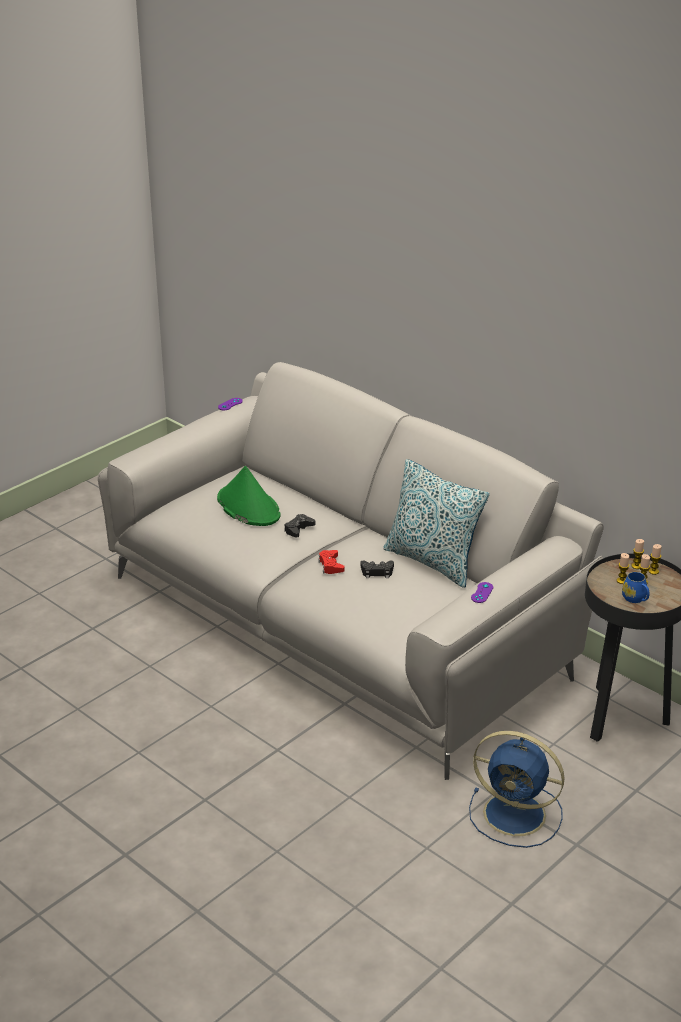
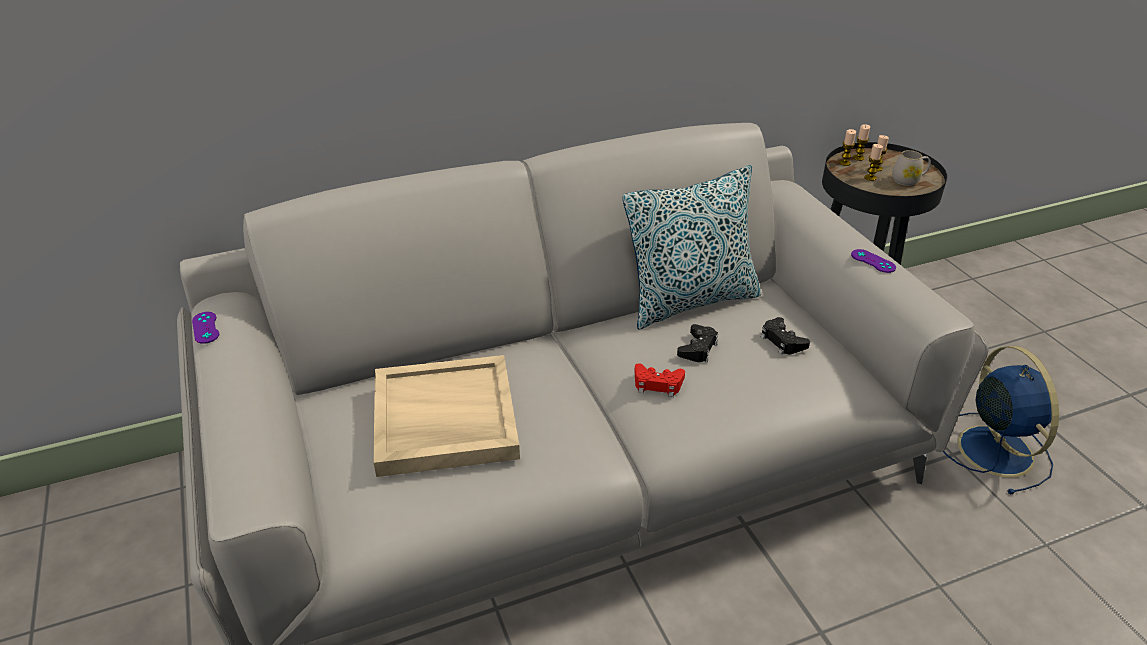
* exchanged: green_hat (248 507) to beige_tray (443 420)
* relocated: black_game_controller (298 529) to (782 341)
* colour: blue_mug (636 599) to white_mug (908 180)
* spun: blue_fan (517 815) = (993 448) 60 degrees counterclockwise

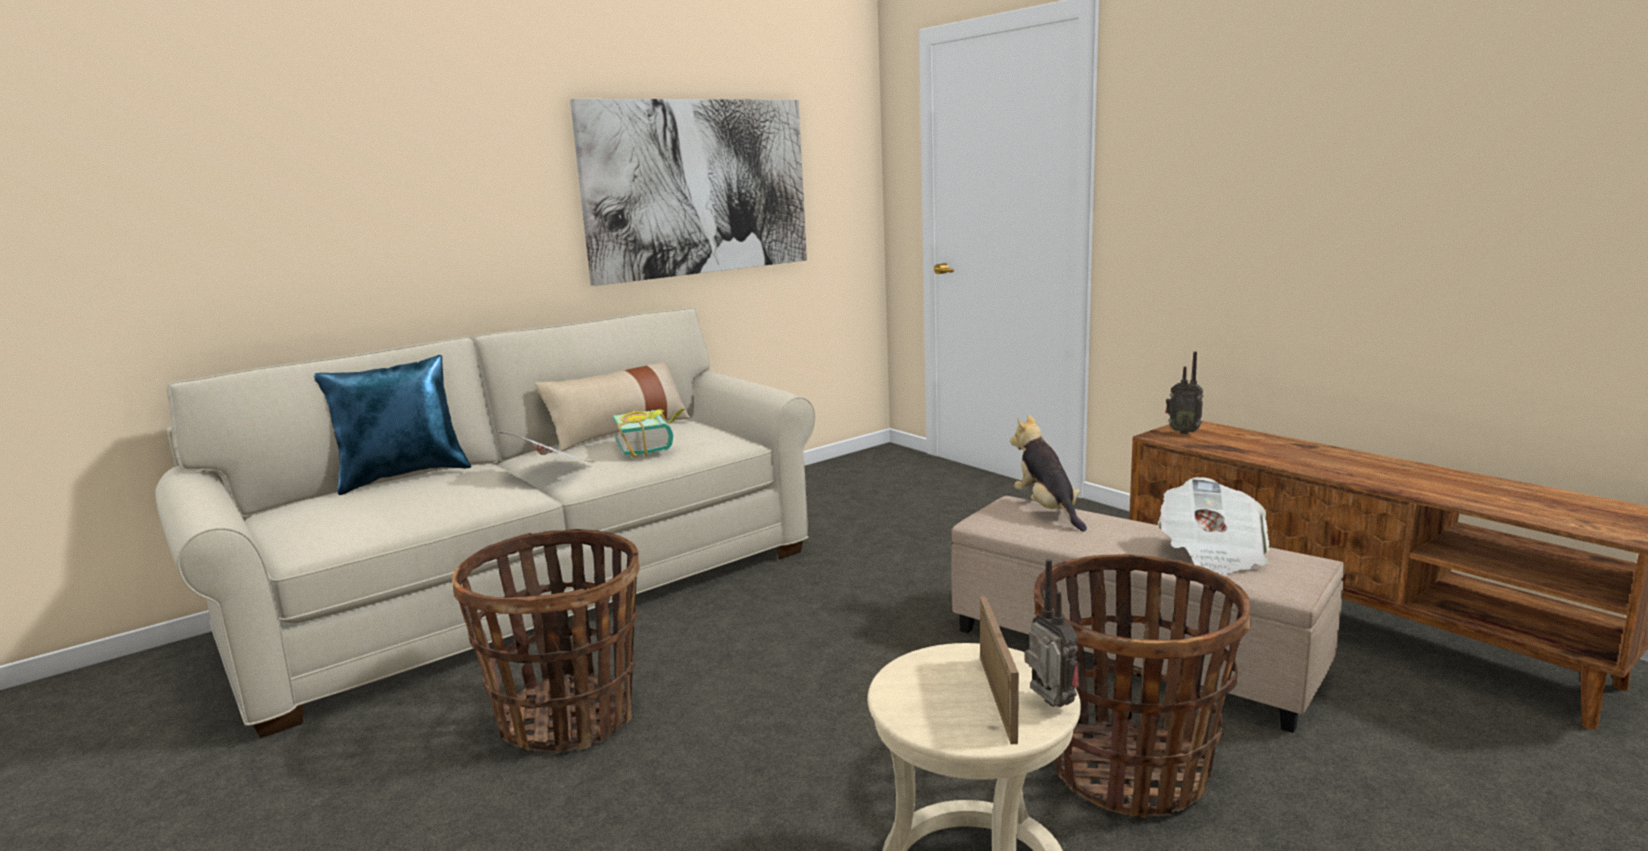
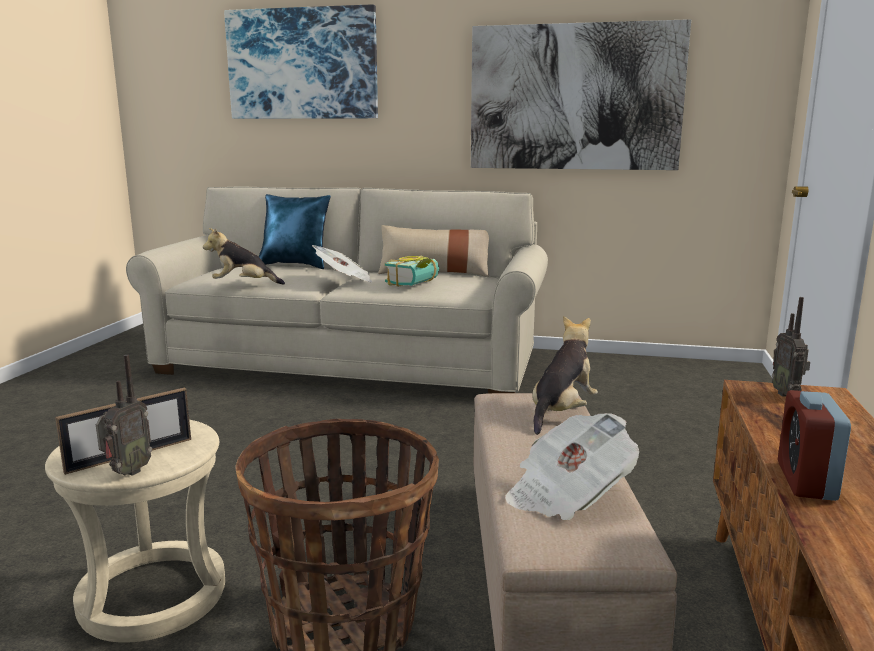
* missing: basket (568 718)
* appeared: picture (302 64)
* appeared: plush_toy (244 284)
* appeared: alarm_clock (806 481)

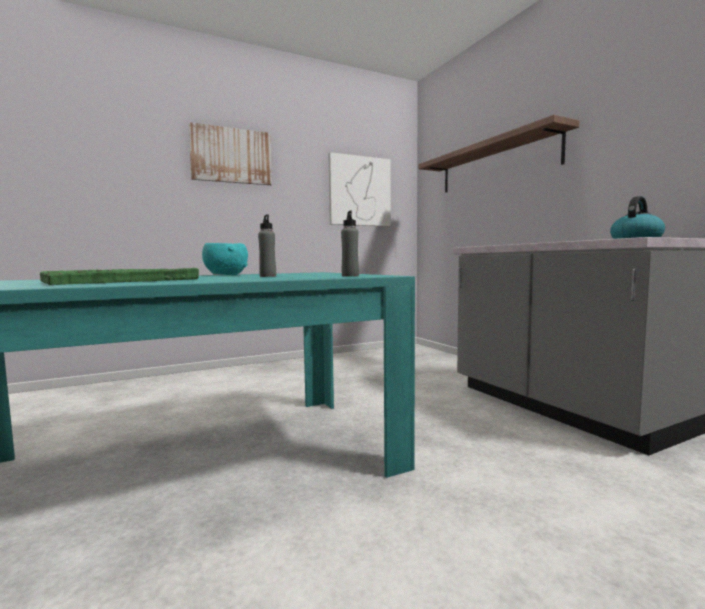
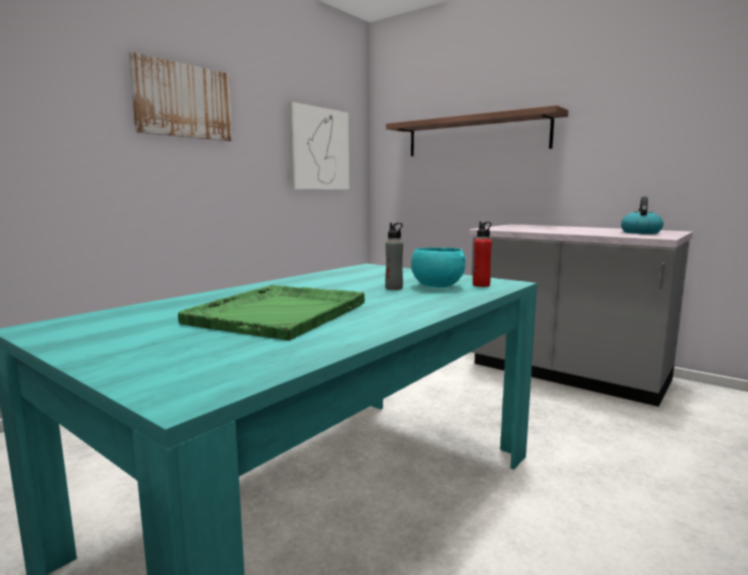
* colour: grey_bottle (350 276) to red_bottle (481 285)
* relocated: turquoise_bowl (226 275) to (436 286)

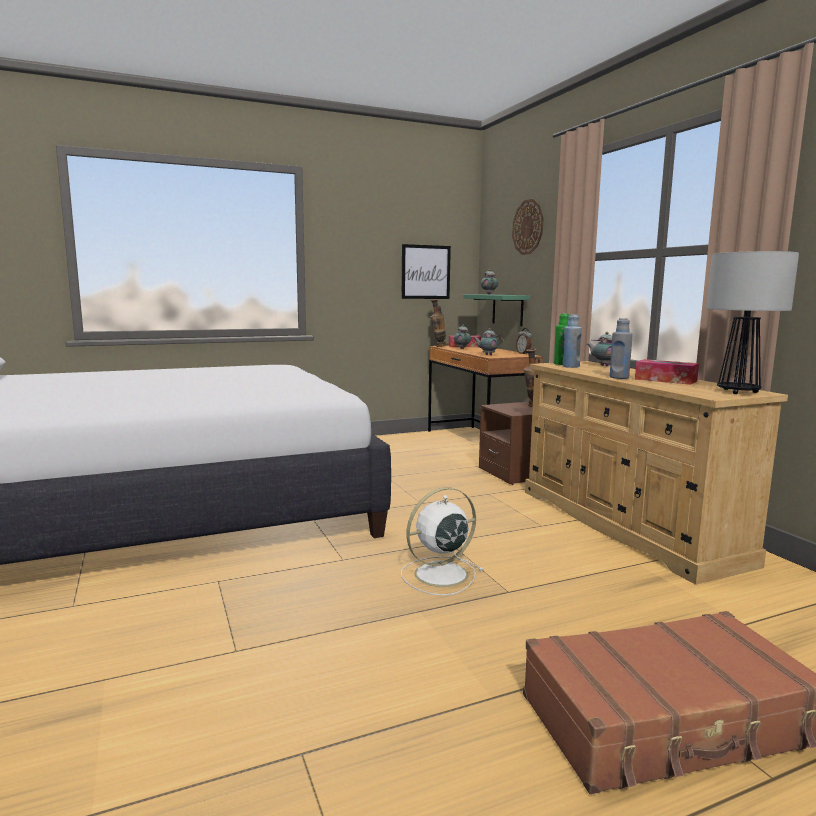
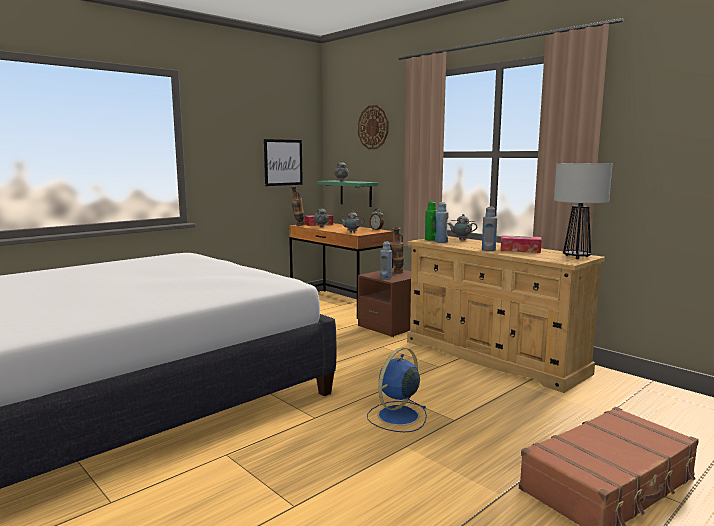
* colour: white_fan (439 575) to blue_fan (397 416)
* appeared: blue_bottle (386 277)

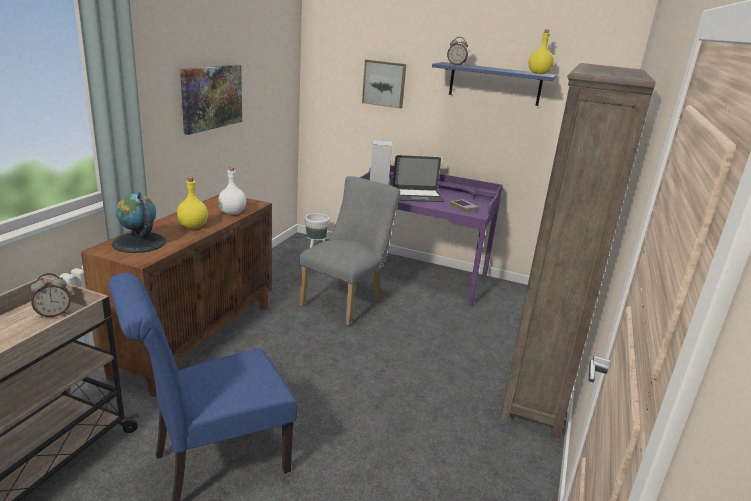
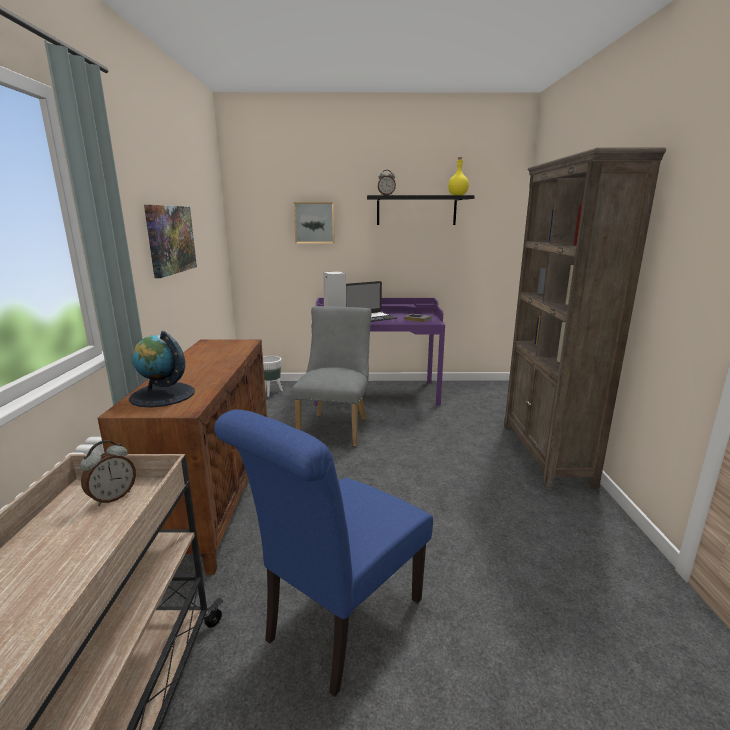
* colour: blue_shelf (495 84) to black_shelf (416 210)
* missing: white_bottle (233 213)
* missing: yellow_bottle (192 226)

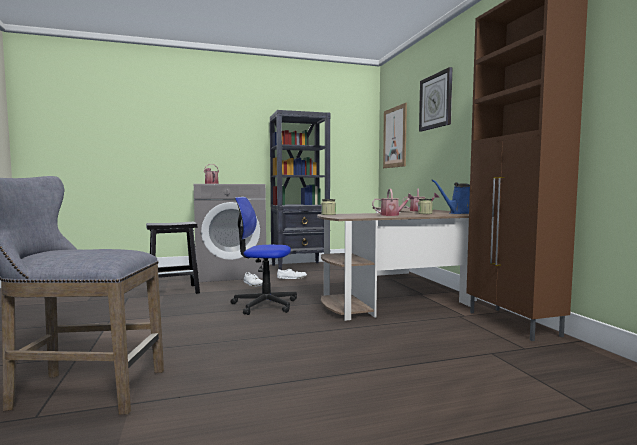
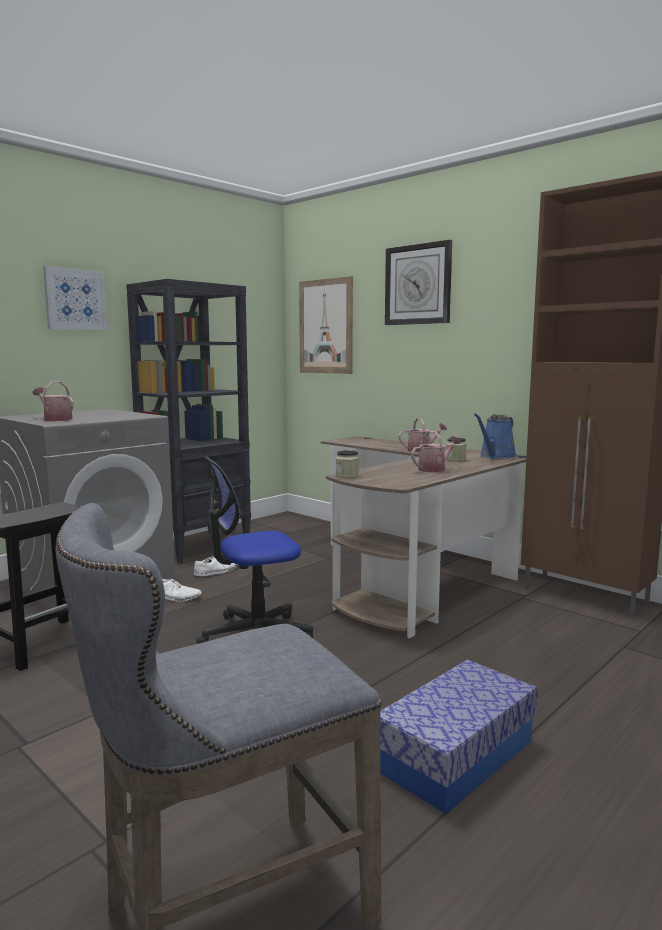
* appeared: picture (75 299)
* appeared: storage_box (456 756)

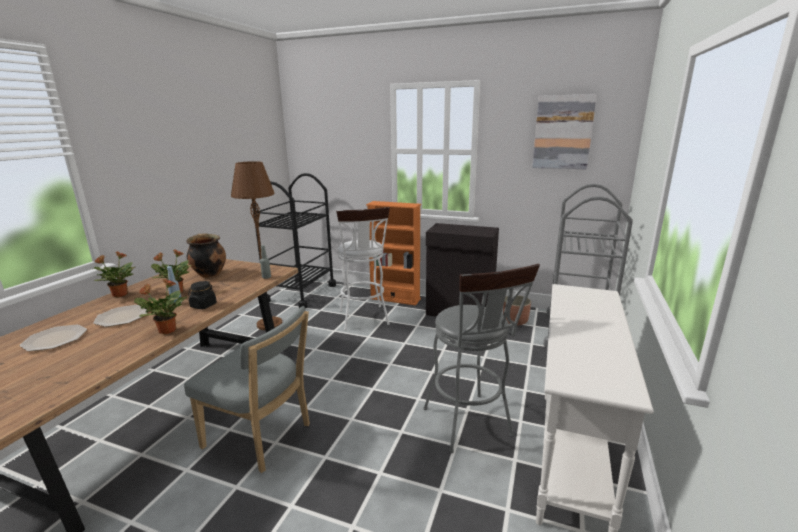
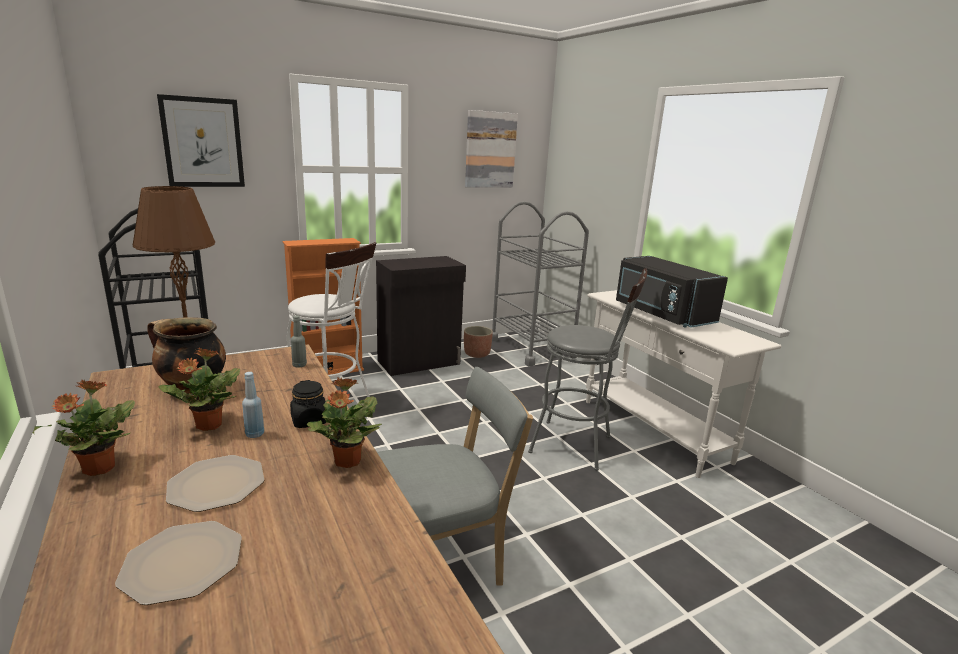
* appeared: picture (203 142)
* appeared: black_microwave (660 314)

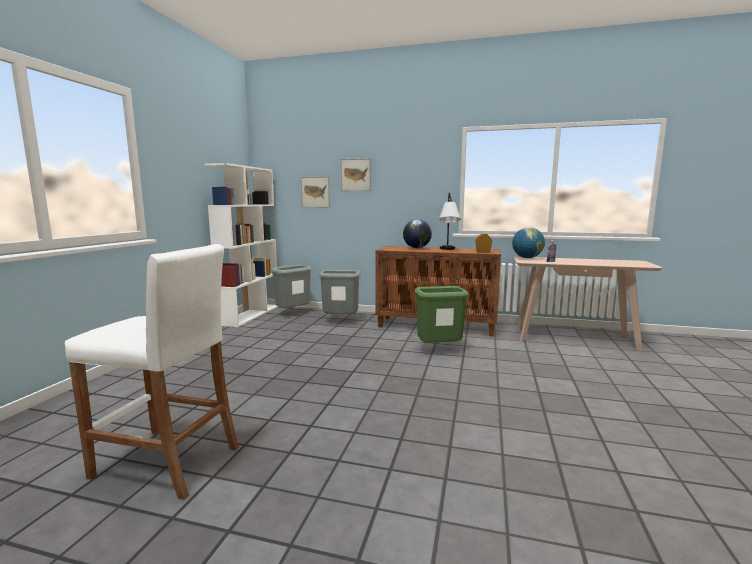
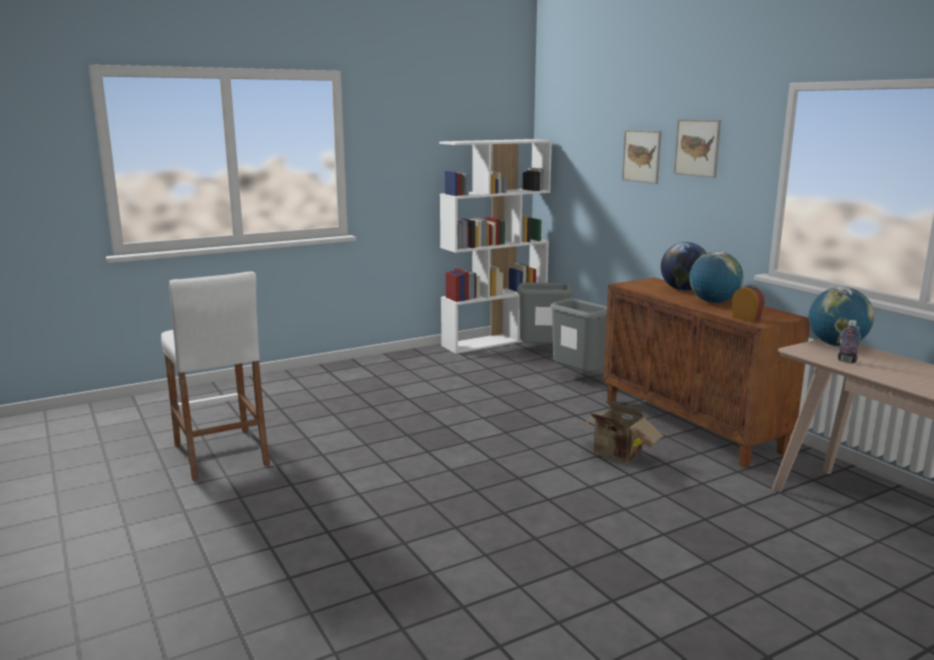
* relocated: picture (315 192) to (697 147)
* exchanged: table_lamp (447 250) to globe (713 302)
* exchanged: green_trash_can (439 350) to cardboard_box (617 455)

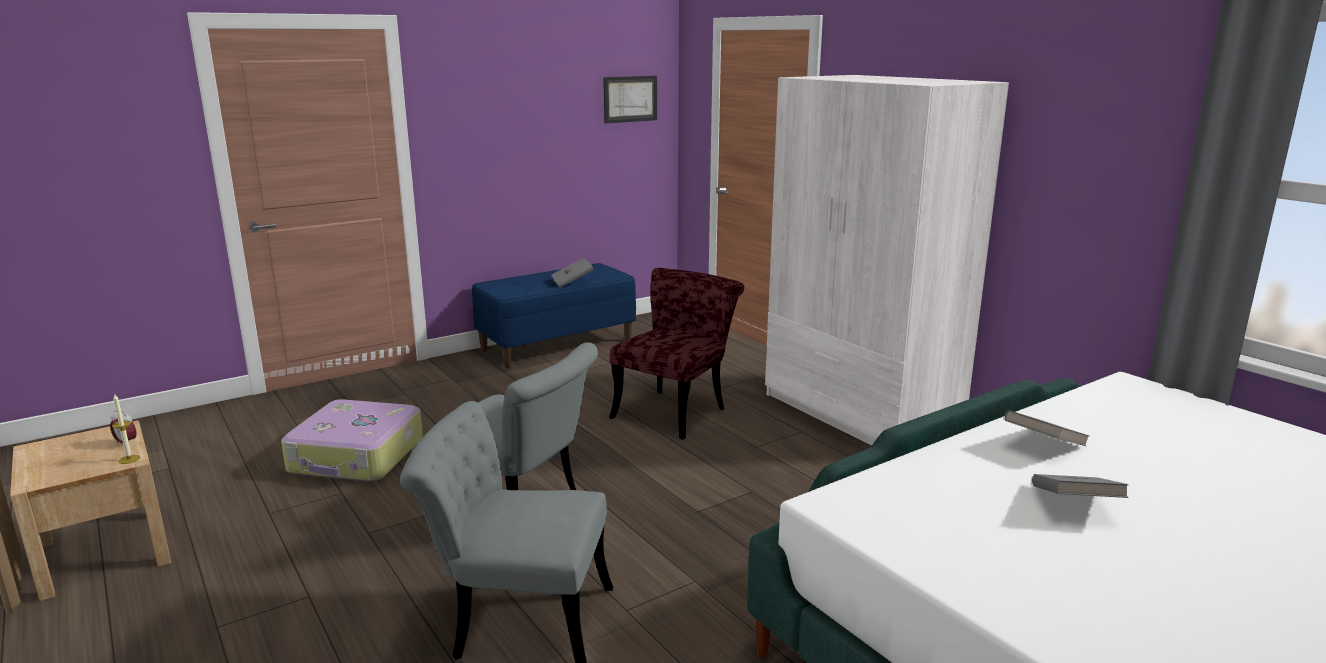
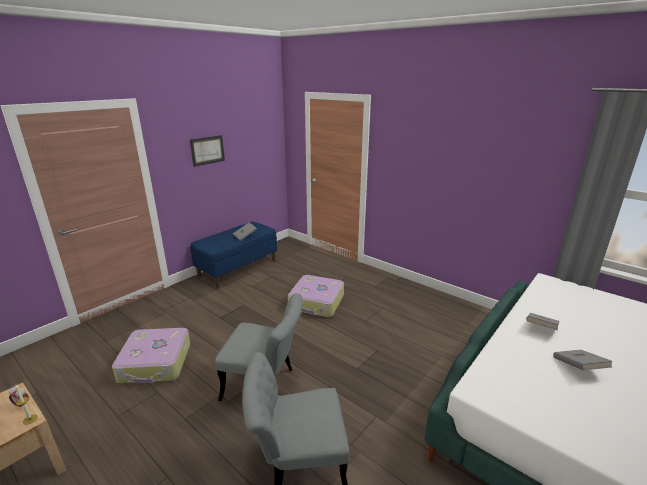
* missing: white_wardrobe (859 413)
* relocated: picture (630 99) to (207 150)
* exchanged: red_chair (676 409) to suitcase (316 303)

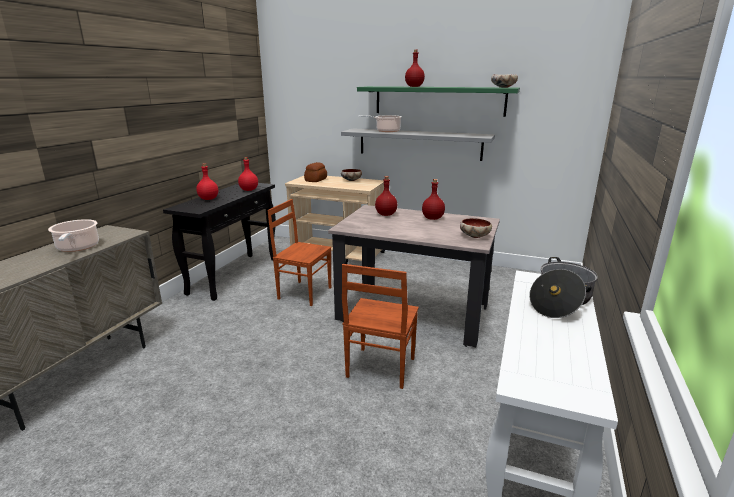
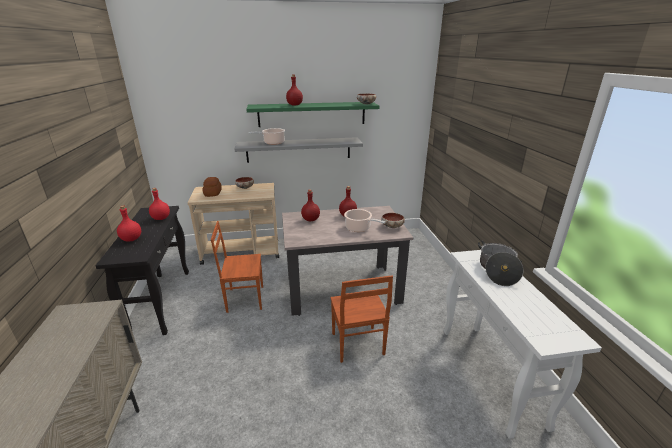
* relocated: cooking_pot (77 247) to (359 228)

